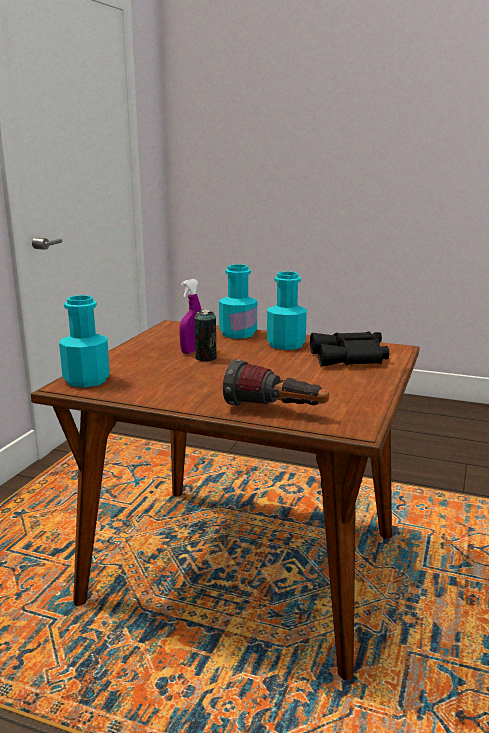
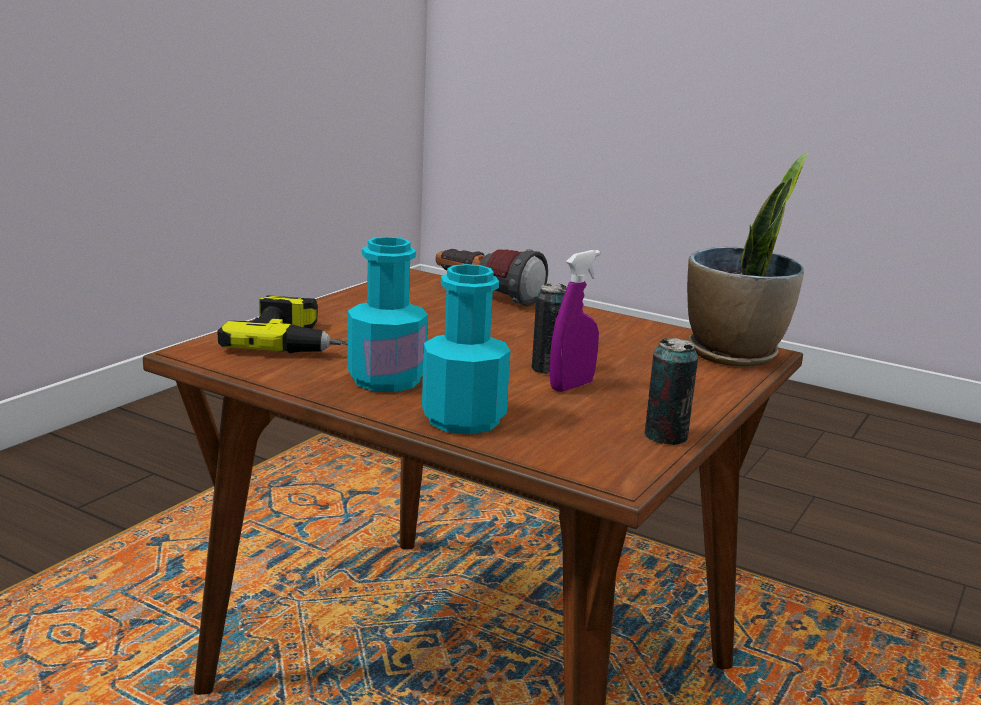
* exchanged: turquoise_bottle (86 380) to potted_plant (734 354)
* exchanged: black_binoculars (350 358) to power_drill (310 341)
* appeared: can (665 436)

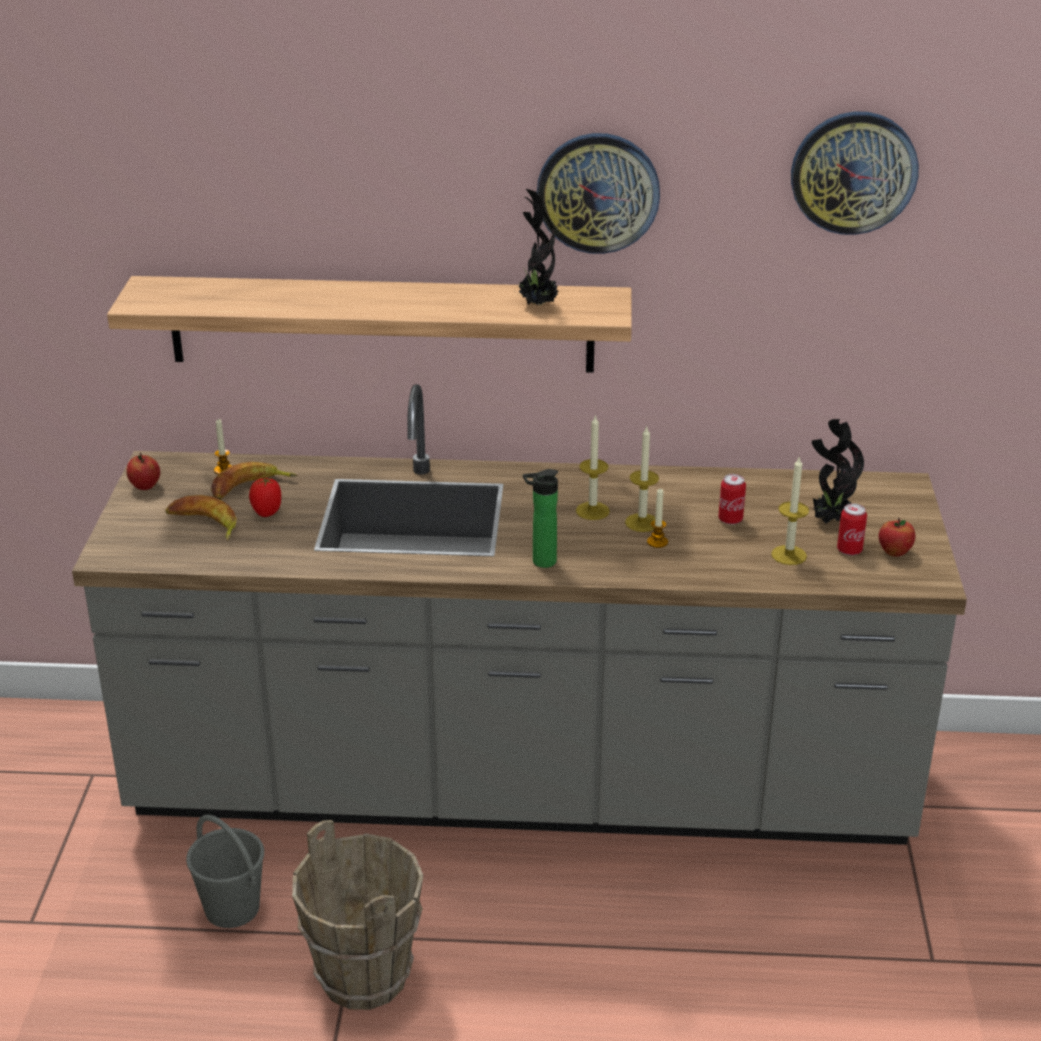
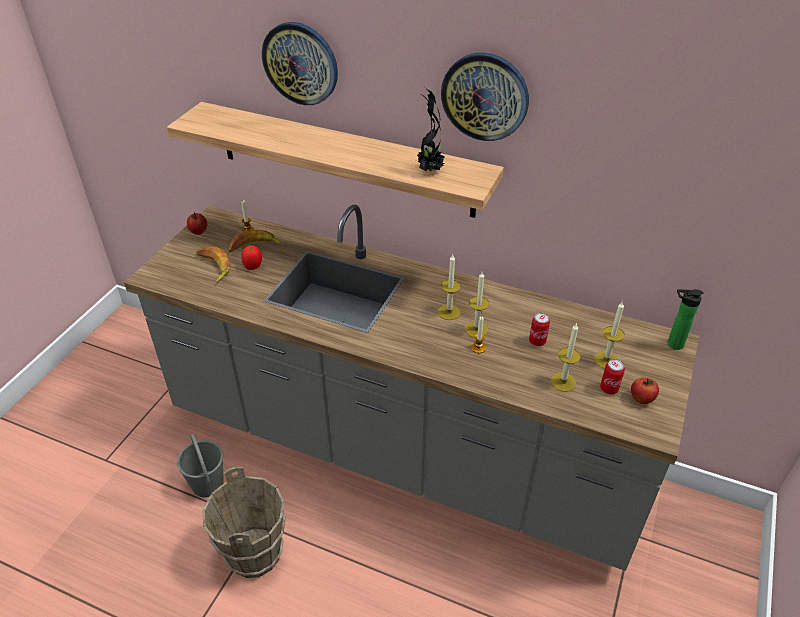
* relocated: wall_clock (853 172) to (300 63)
* exchanged: potted_plant (829 521) to candle (606 360)
* relocated: bottle (540 562) to (672 344)

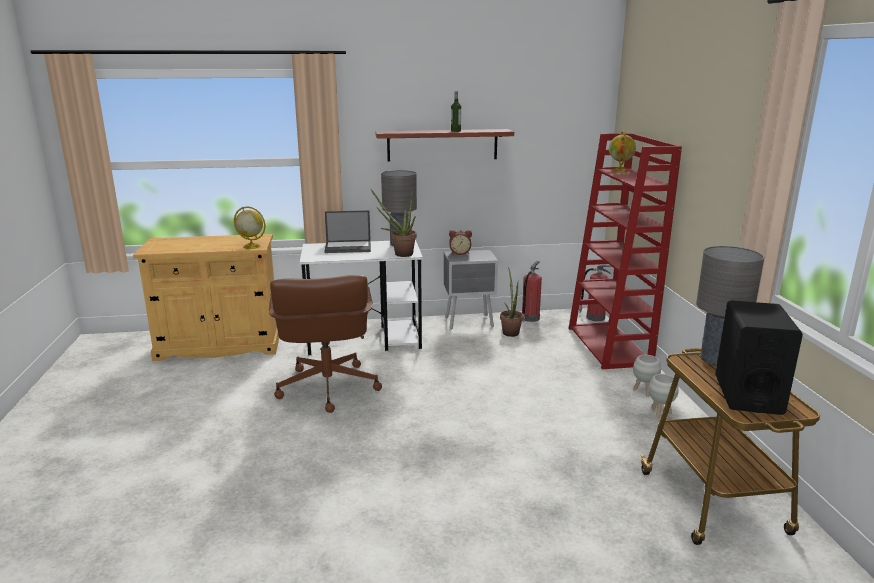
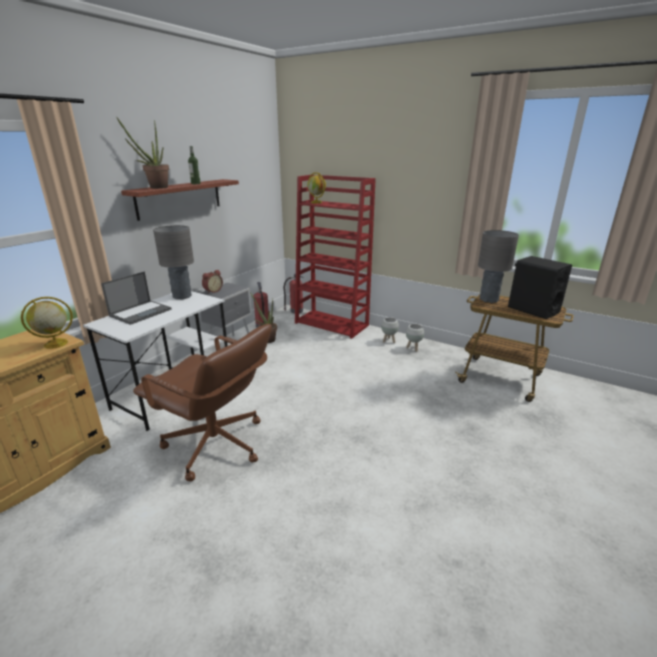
* relocated: potted_plant (399 254) to (155 188)

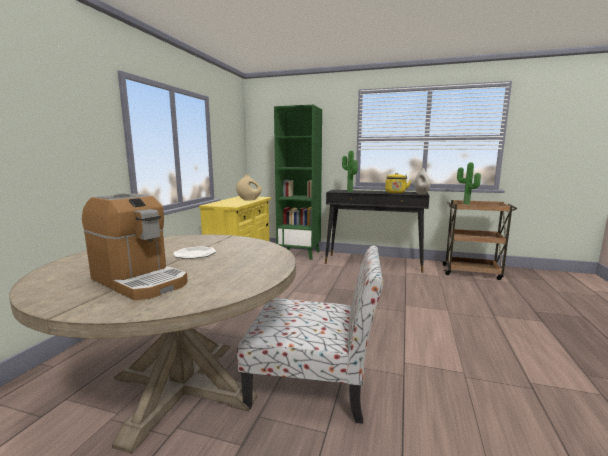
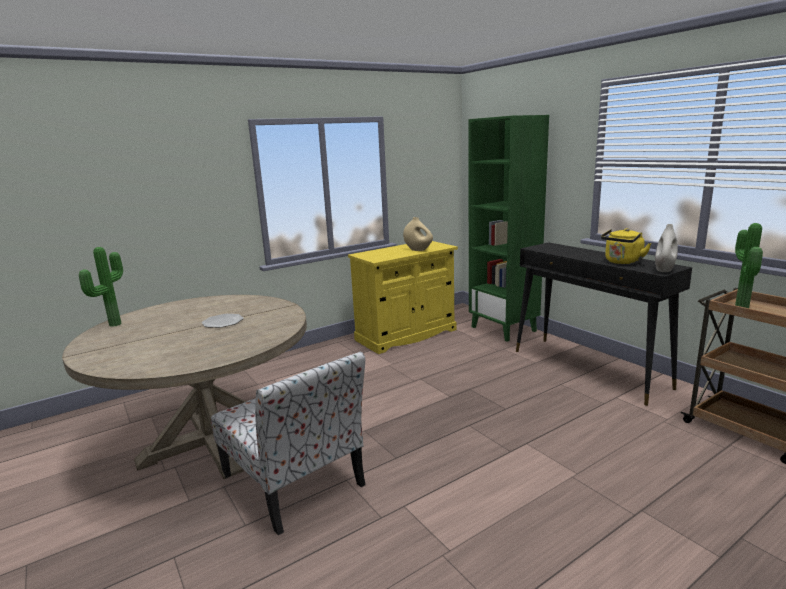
* relocated: potted_plant (349 191) to (113 324)
* missing: coffee_machine (139 281)

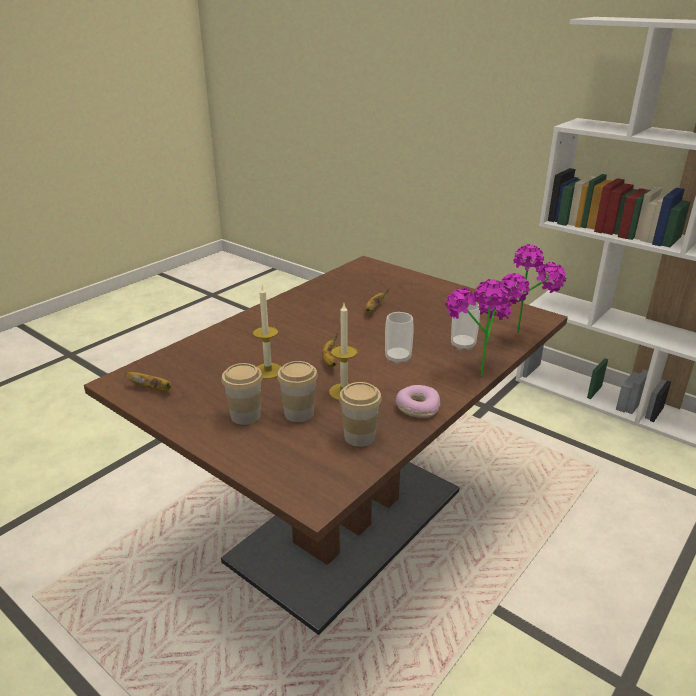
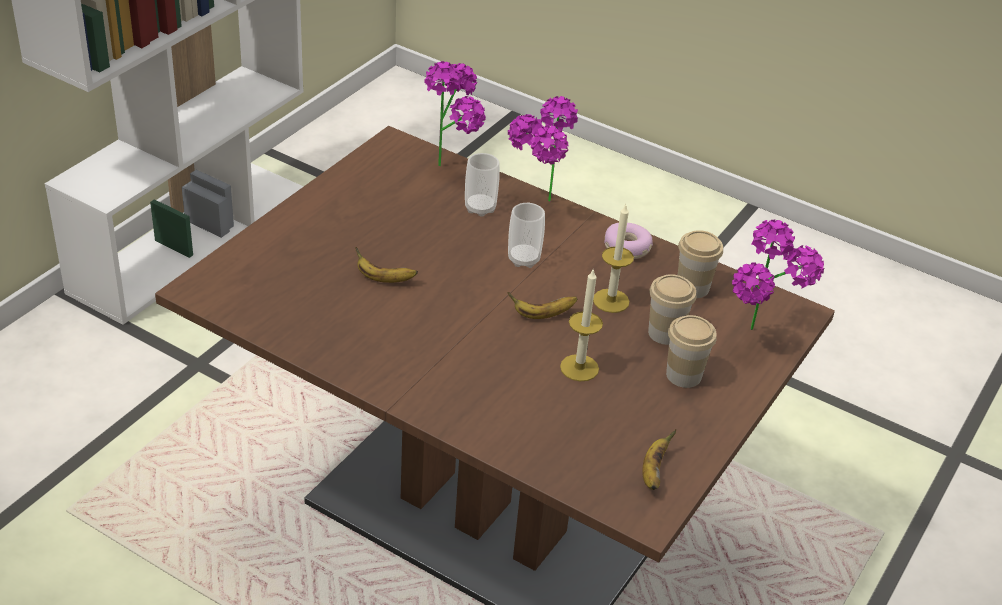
* appeared: potted_plant (760 339)

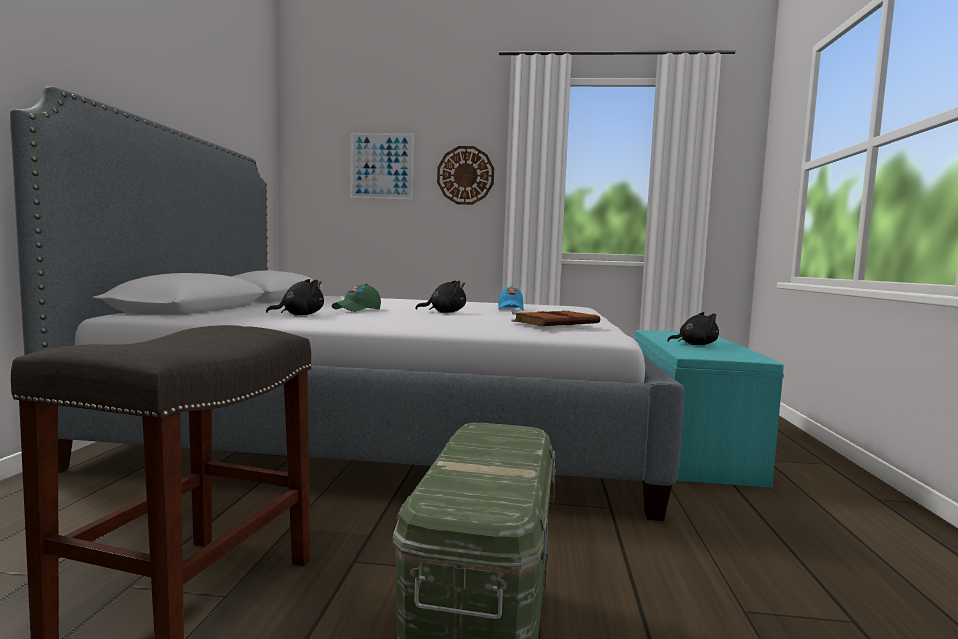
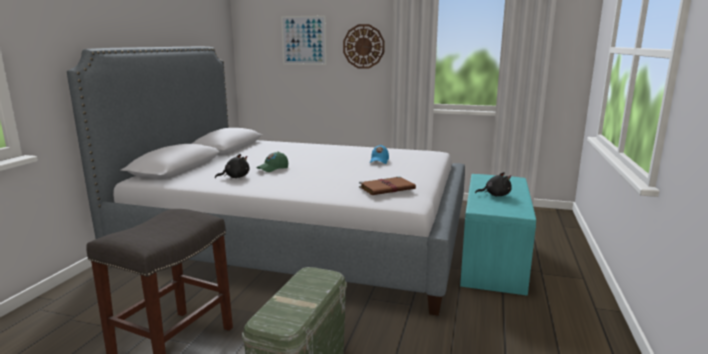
* missing: black_plush_toy (444 312)

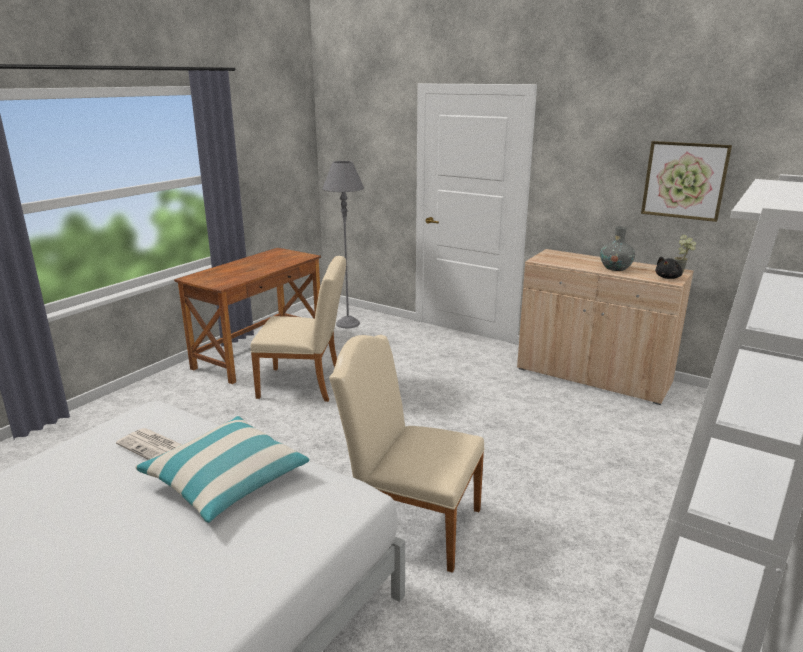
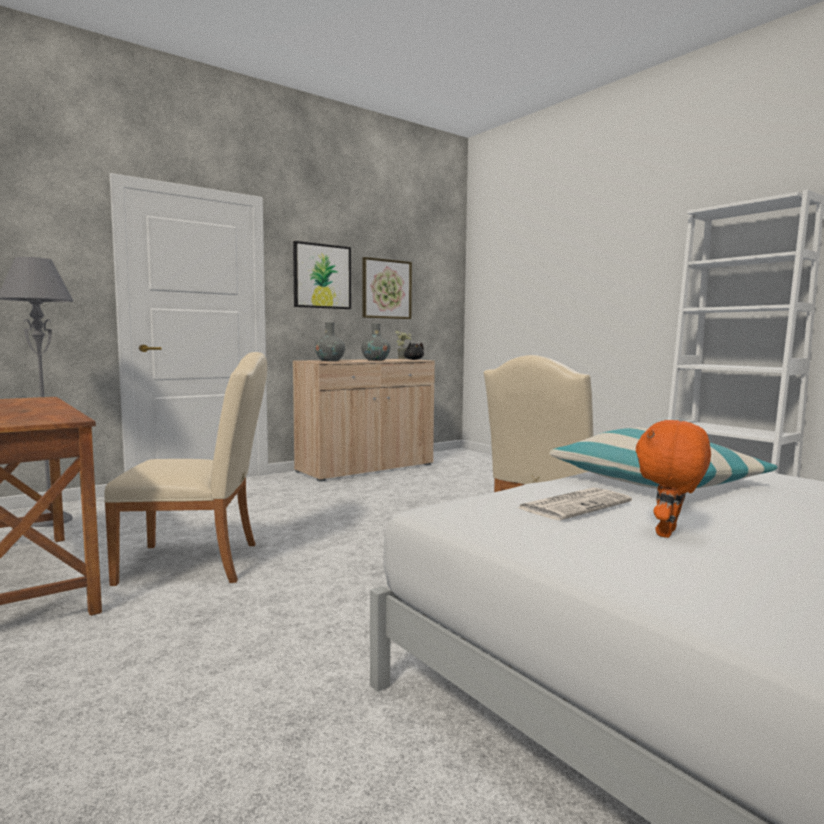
* spun: beige_chair (306 384) = (200 563) 60 degrees clockwise
* appeared: picture (322 276)
* appeared: grey_vase (330 360)
* appeared: orange_plush_toy (669 533)

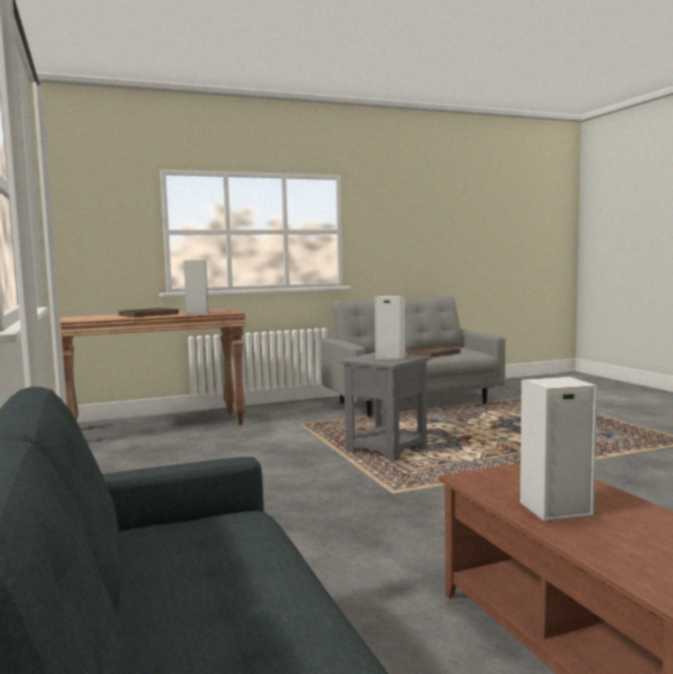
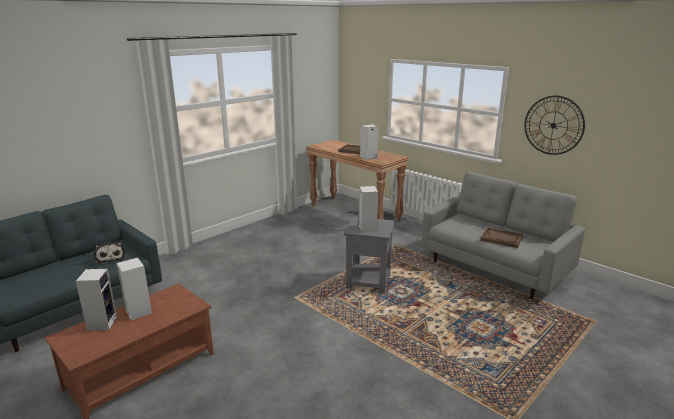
* appeared: wall_clock (553 125)
* appeared: plush_toy (110 258)
* appeared: speaker (102 322)

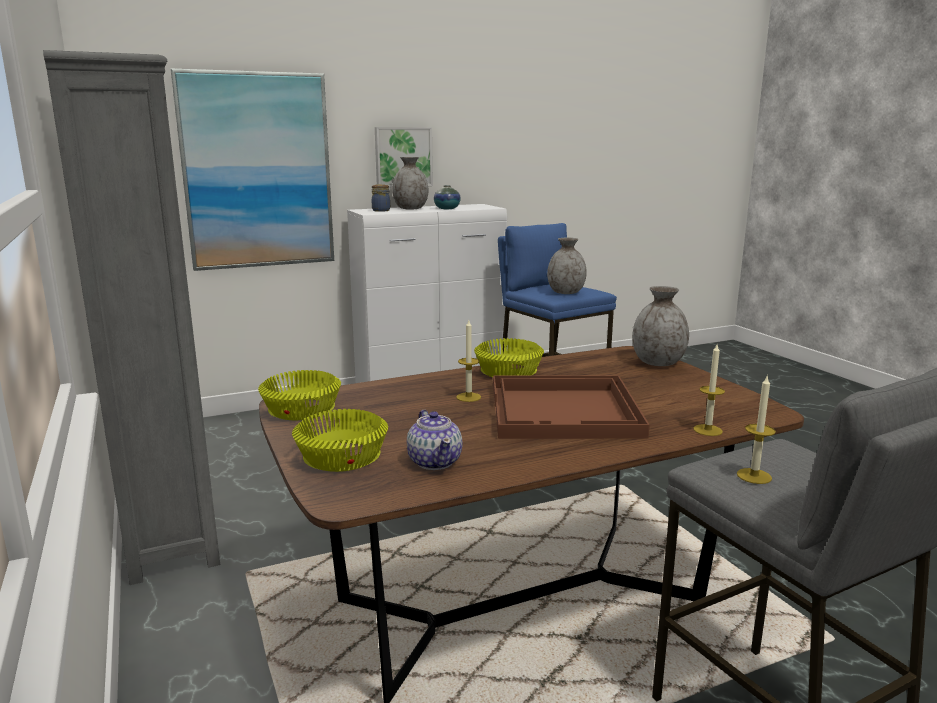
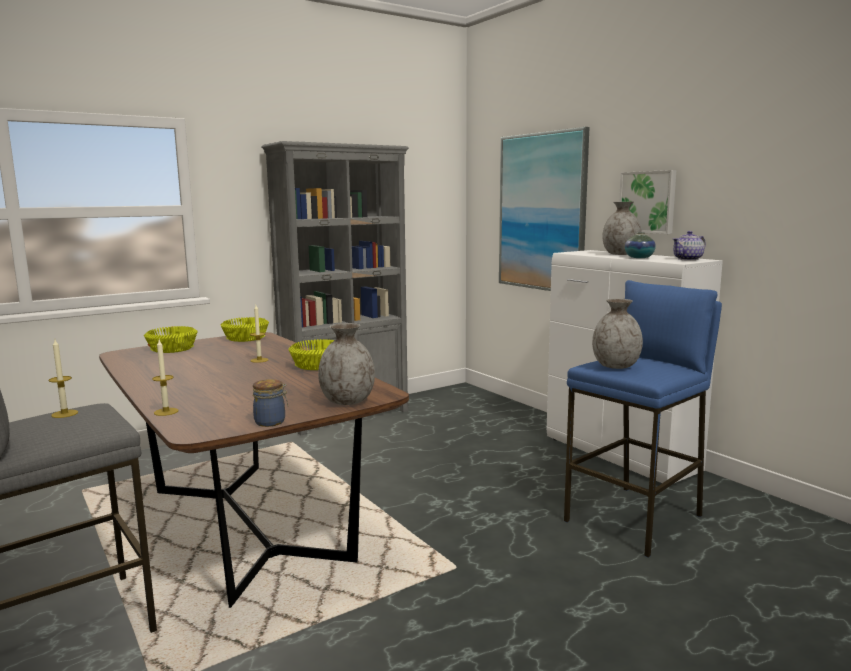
* relocated: jar (381 210) to (271 422)
* missing: brown_tray (565 411)
* relocated: teapot (435 461) to (688 259)

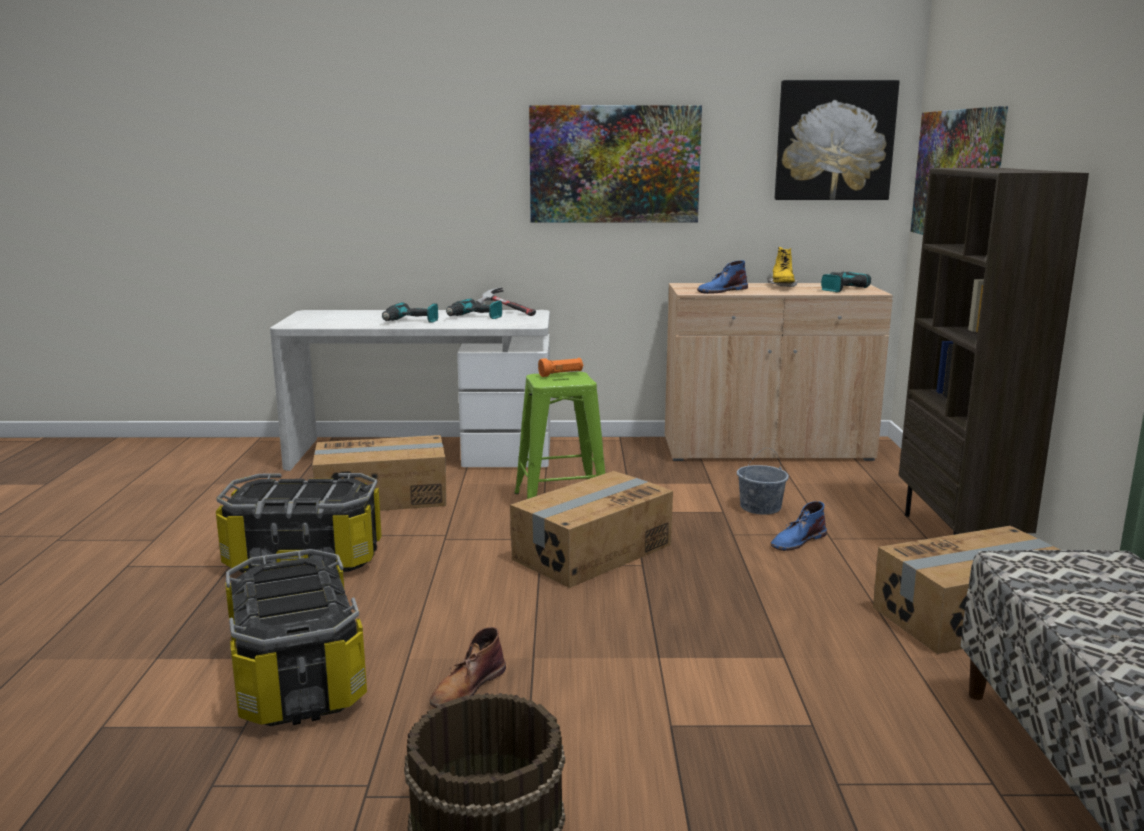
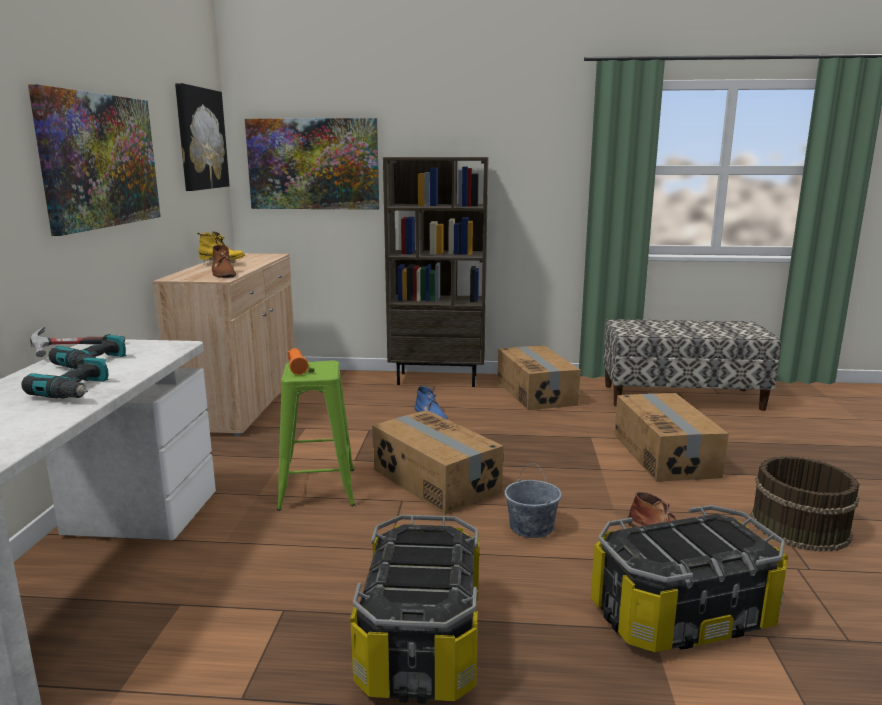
* colour: blue_boot (721 290) to brown_boot (223 274)
* missing: power_drill (838 288)
* relocated: cardboard_box (382 497) to (665 455)
* relocated: grey_bucket (760 507) to (531 527)

